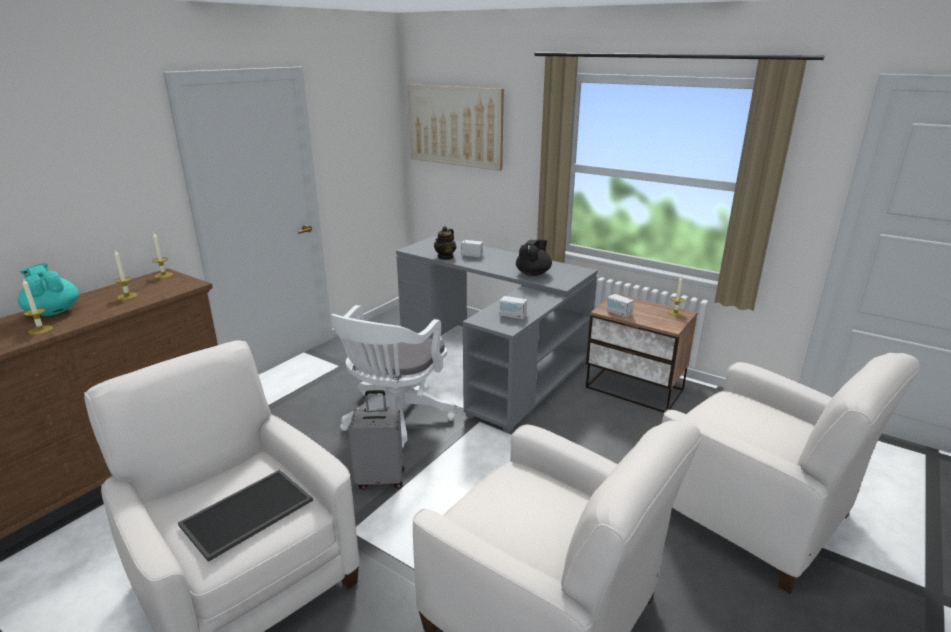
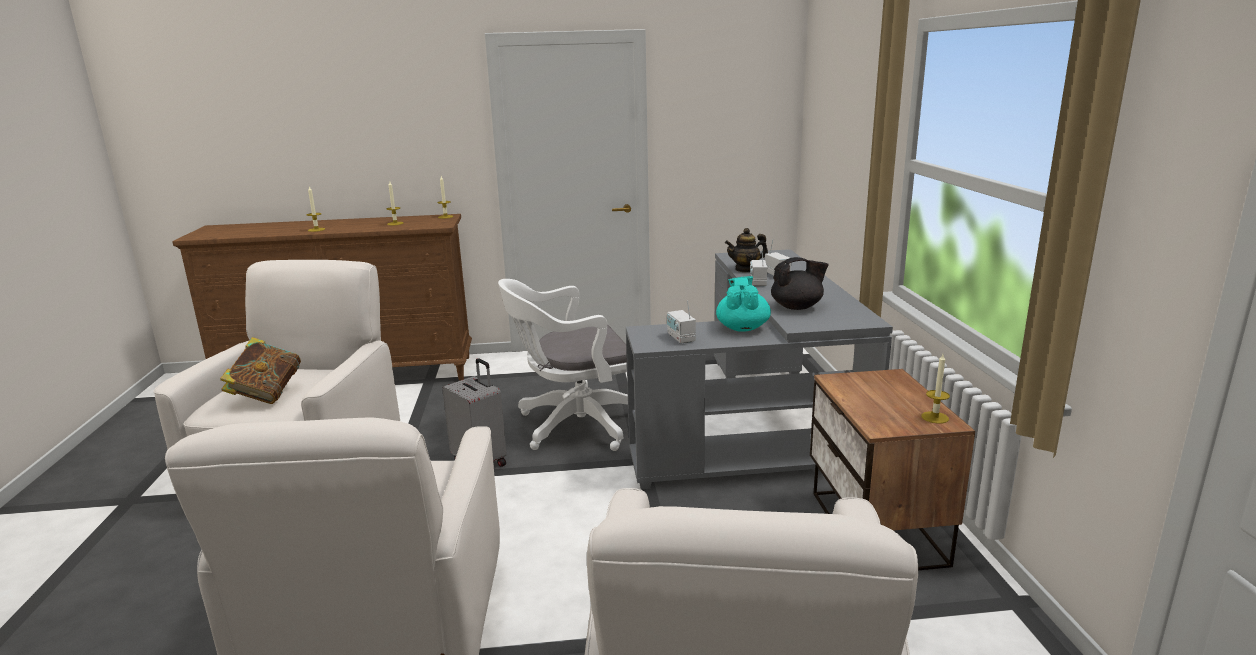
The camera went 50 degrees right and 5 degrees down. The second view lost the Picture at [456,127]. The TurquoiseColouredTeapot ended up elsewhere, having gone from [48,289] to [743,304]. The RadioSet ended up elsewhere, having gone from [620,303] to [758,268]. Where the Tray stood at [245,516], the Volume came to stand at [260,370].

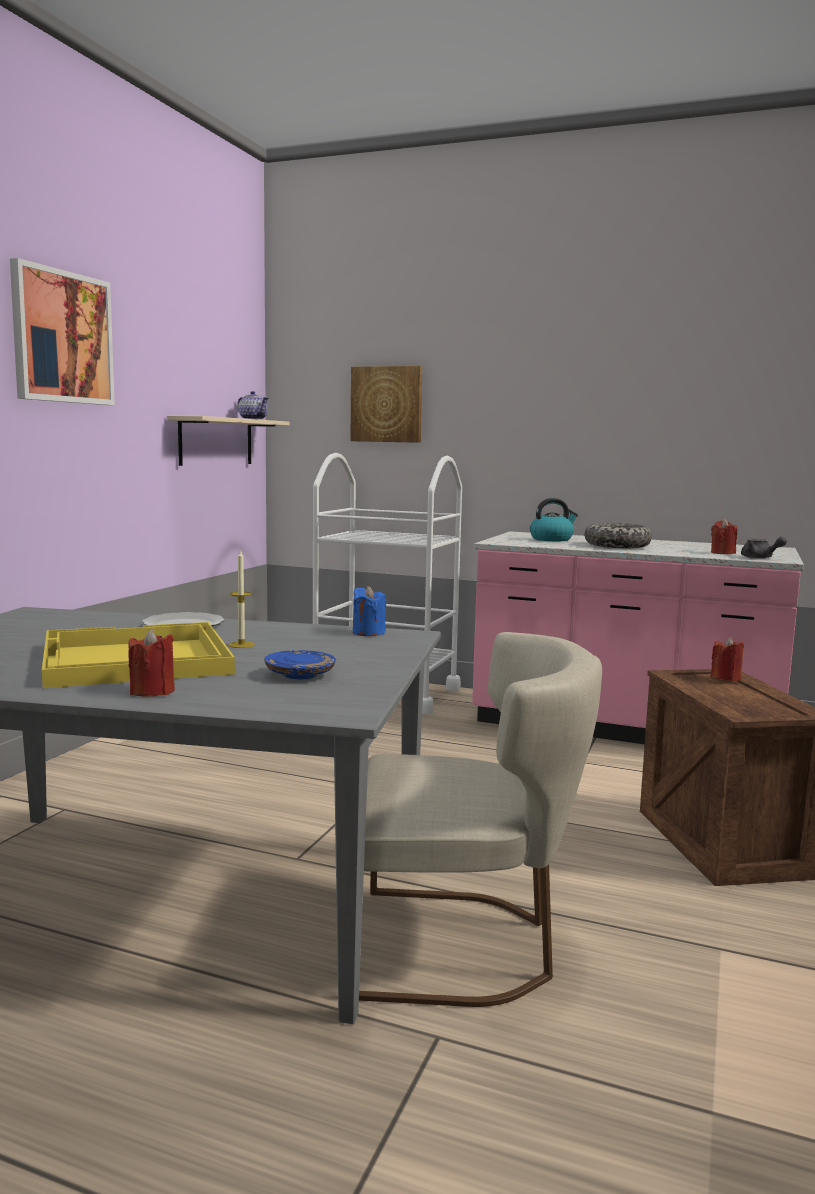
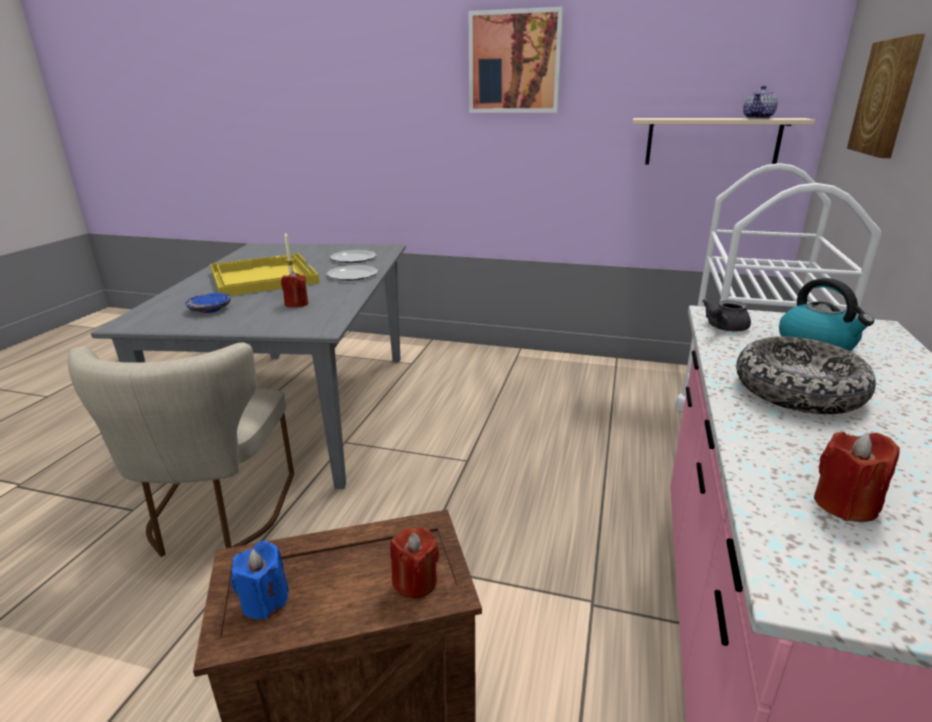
The camera went 85 degrees right and 15 degrees up. The GreyishTeapot ended up elsewhere, having gone from [764,548] to [726,315]. The BluishWaxLight ended up elsewhere, having gone from [369,611] to [260,580]. The ReddishWaxLight ended up elsewhere, having gone from [151,663] to [294,289]. The second view gained the Plate at [353,256].

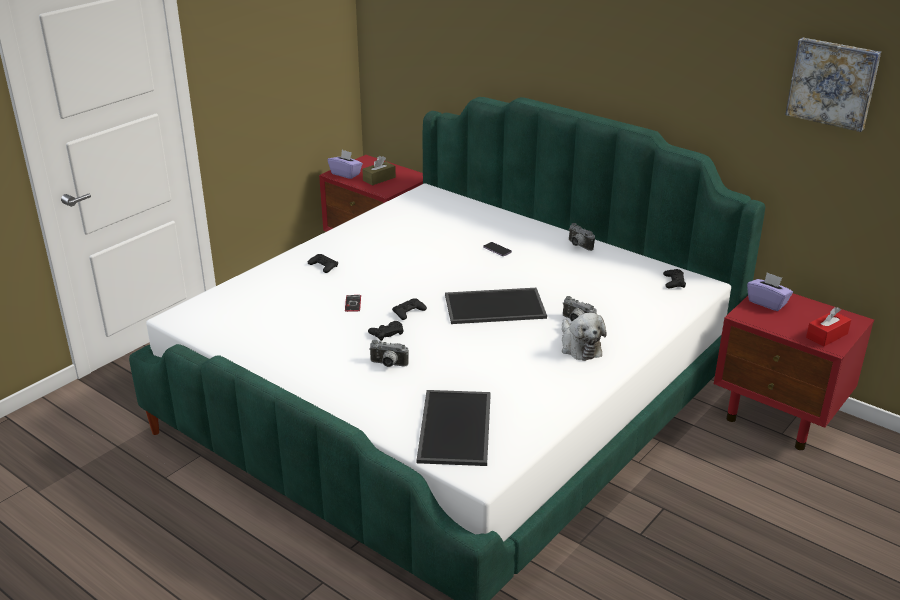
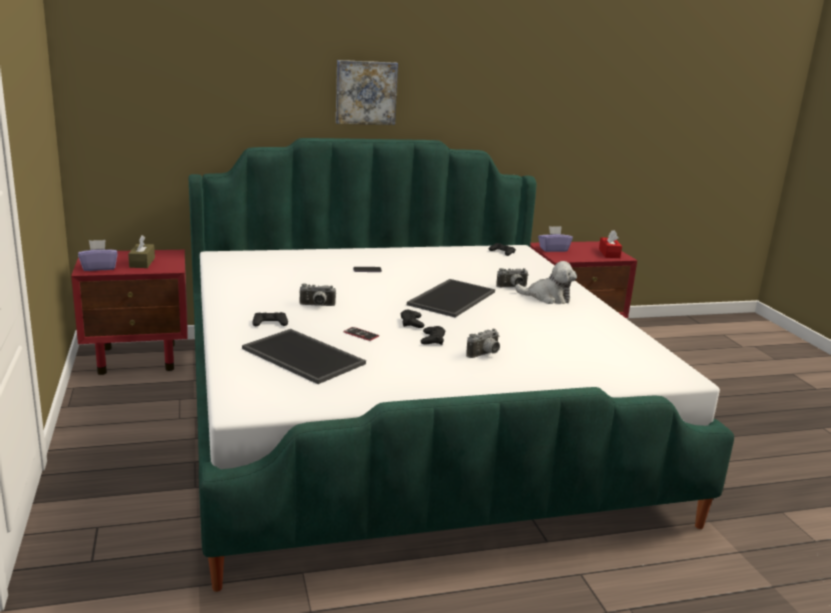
The camera went 55 degrees left and 10 degrees down. The Picture ended up elsewhere, having gone from [833,84] to [367,92]. The StillCamera ended up elsewhere, having gone from [582,237] to [317,295]. The Tray ended up elsewhere, having gone from [454,428] to [304,356].

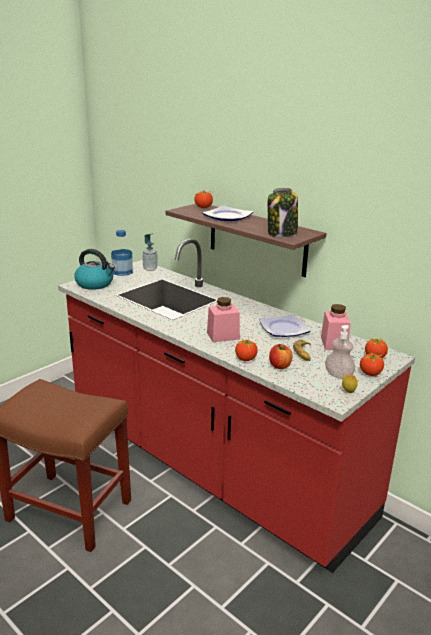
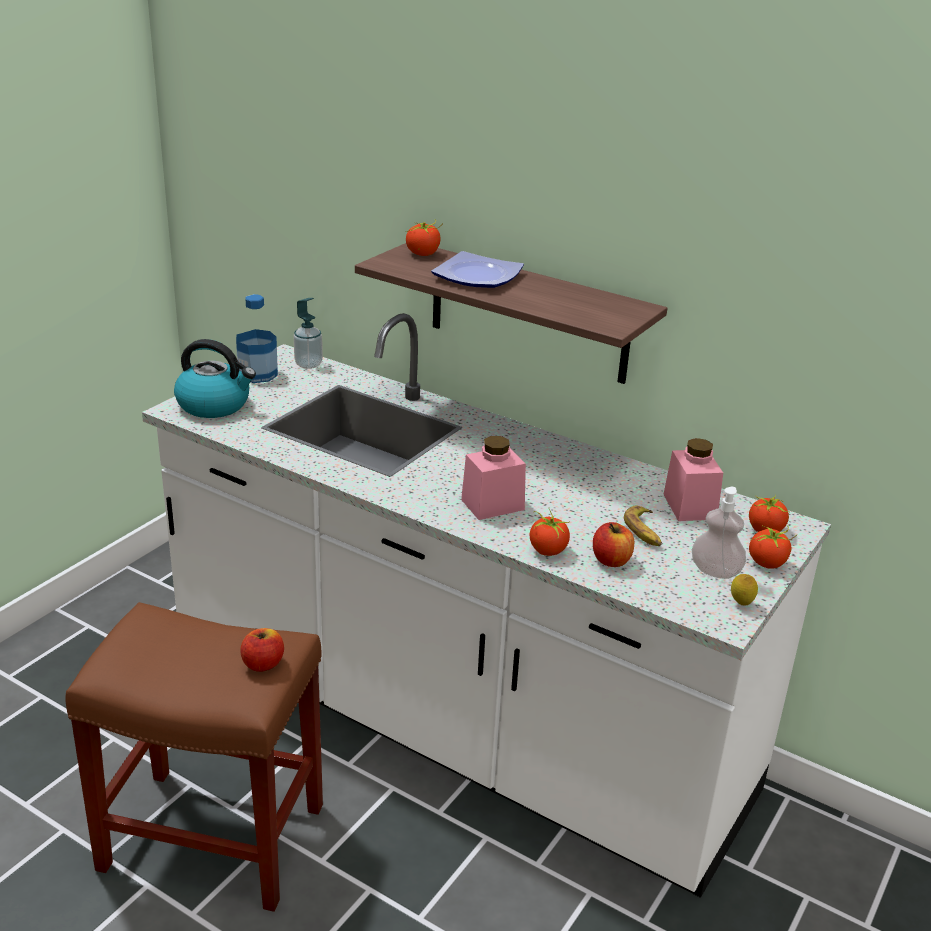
The camera went 10 degrees left and 5 degrees up. The second view lost the PreserveJar at [283,212]. What was the ReddishKitchenCounter at [236,406] turned into the WhiteKitchenCounter at [486,605]. The second view lost the Plate at [285,325]. The second view gained the AppleFruit at [262,650].

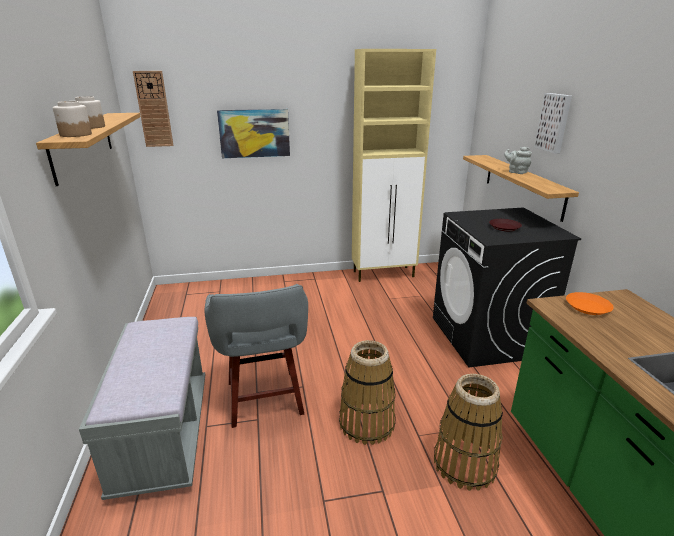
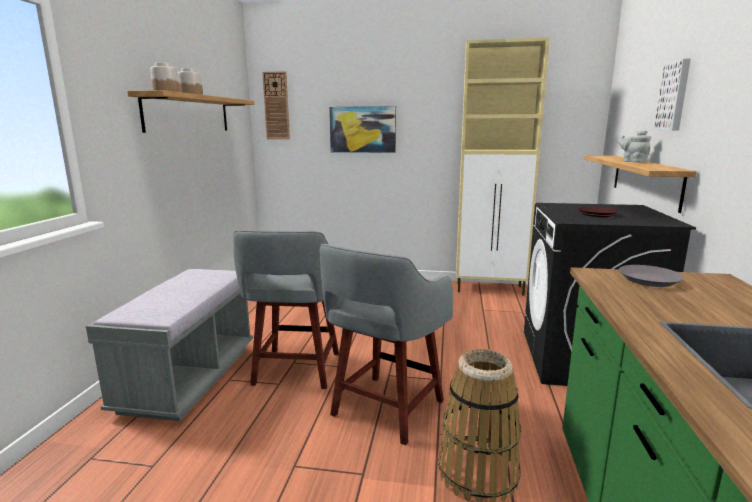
The camera went 20 degrees right and 10 degrees down. What was the OrangeyPlate at [590,303] turned into the GreyishPlate at [651,276]. Where the StorageBasket stood at [367,392], the GreyishStool came to stand at [386,344].

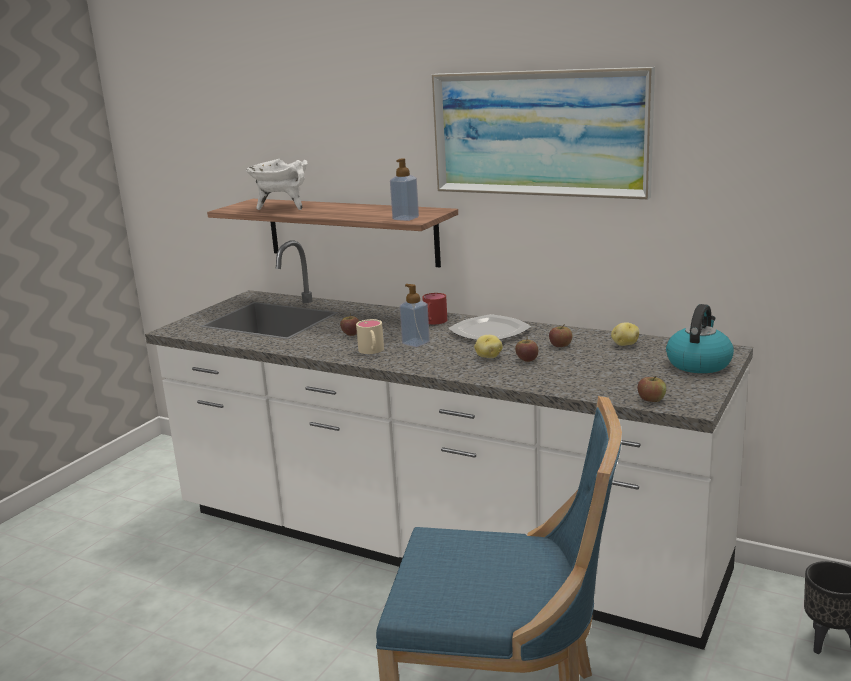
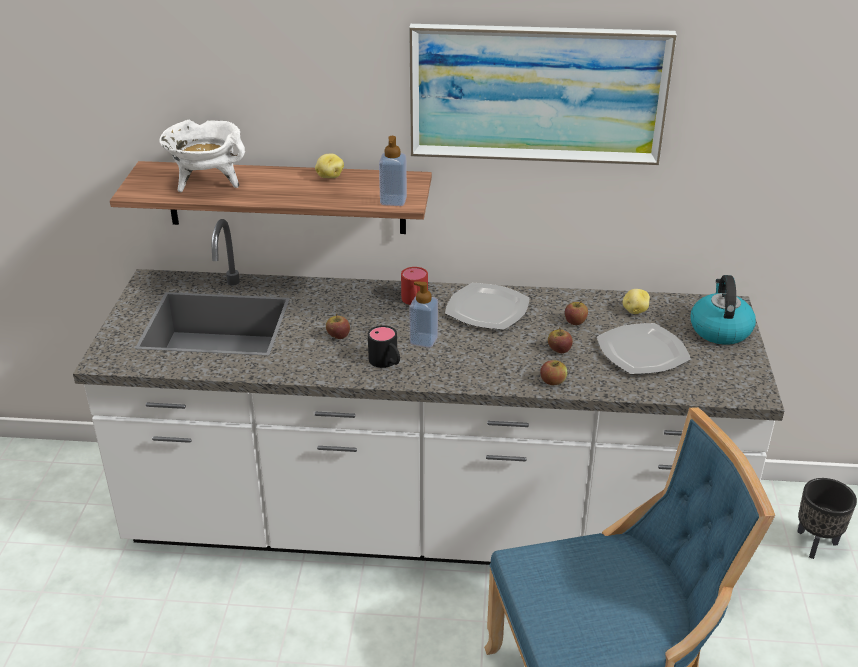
The camera went 25 degrees left and 15 degrees up. What was the BeigeCoffeeMug at [370,336] turned into the BlackCoffeeMug at [384,346]. The Spud ended up elsewhere, having gone from [488,346] to [329,166]. The AppleFruit ended up elsewhere, having gone from [651,389] to [553,372]. The second view gained the Plate at [644,348].

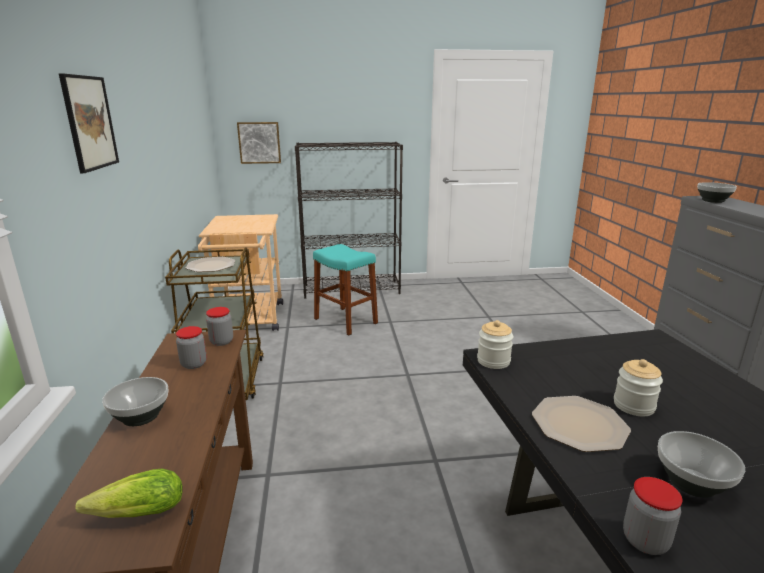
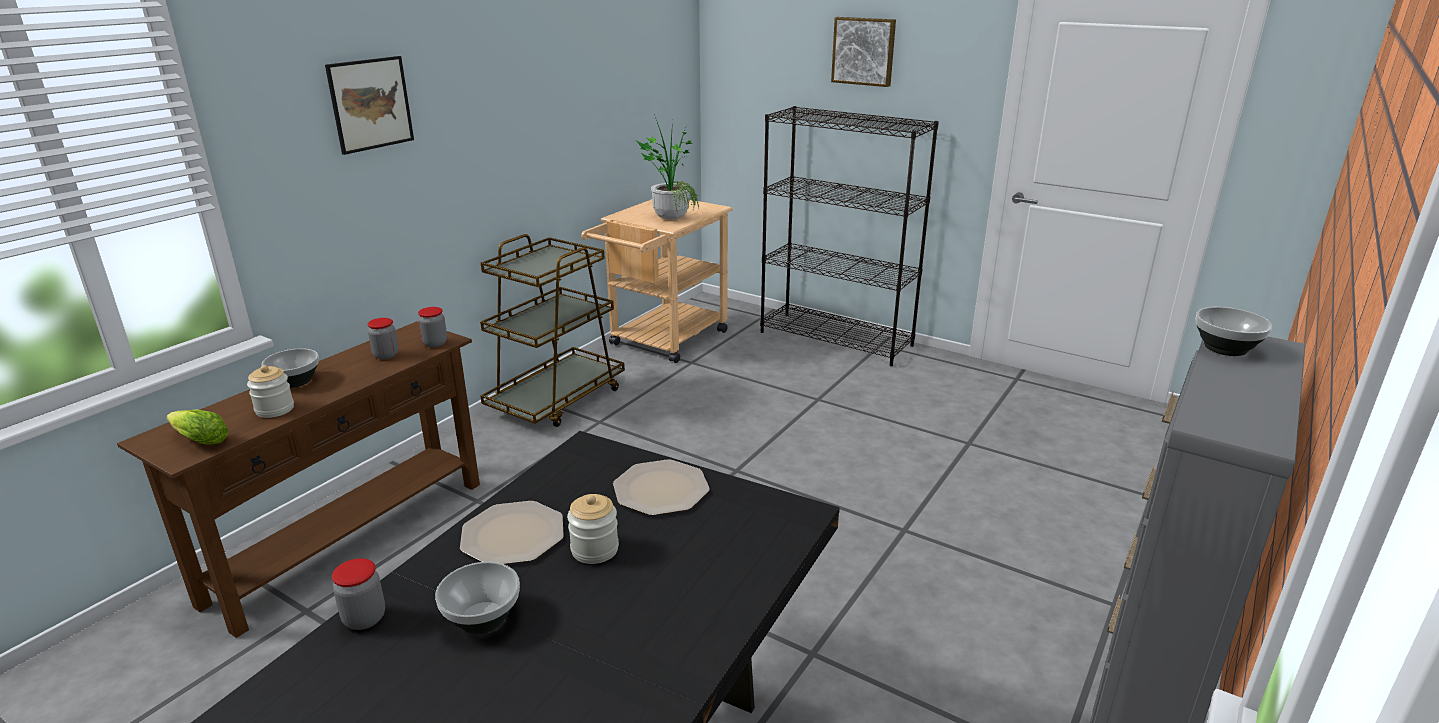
The camera went 40 degrees right and 5 degrees up. The Picture ended up elsewhere, having gone from [259,143] to [863,52]. The second view lost the TurquoiseColouredStool at [345,289]. The Plate ended up elsewhere, having gone from [210,264] to [661,487]. The PreserveJar ended up elsewhere, having gone from [495,344] to [270,391]. The second view gained the PlantInAPot at [668,167].

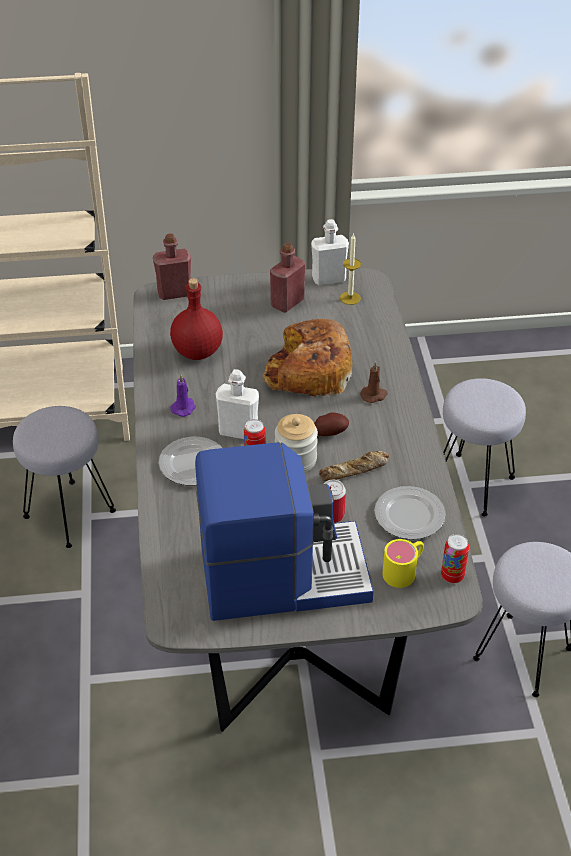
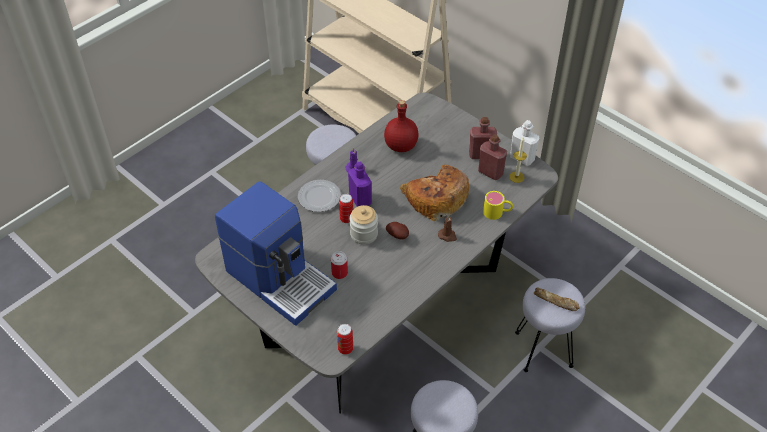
The camera went 50 degrees right and 5 degrees up. The ReddishBottle ended up elsewhere, having gone from [172,266] to [492,157]. What was the WhiteBottle at [237,404] turned into the PurplishBottle at [360,184]. The BakedBread ended up elsewhere, having gone from [354,466] to [557,299]. The second view lost the Plate at [410,513]. The YellowColouredCoffeeMug ended up elsewhere, having gone from [403,563] to [498,205].

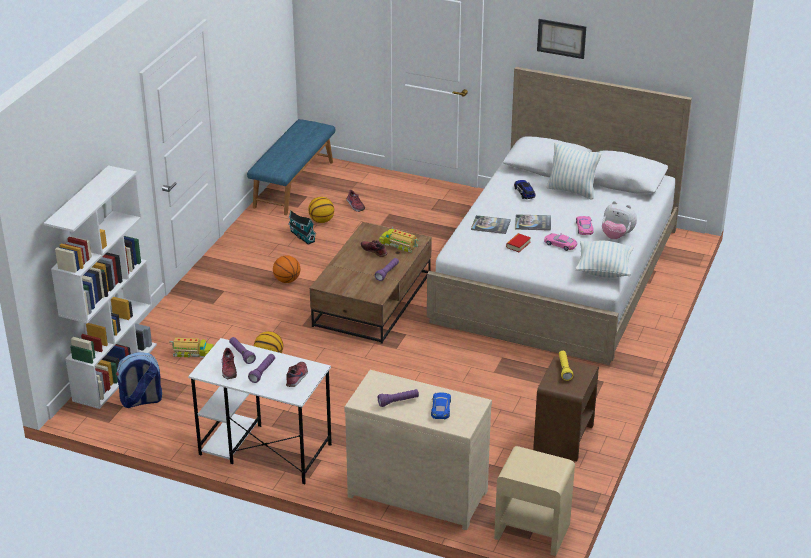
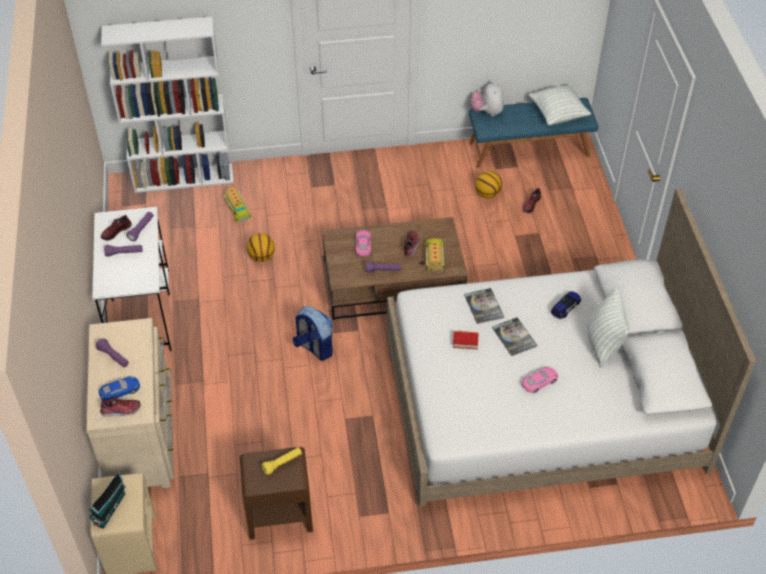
The camera went 60 degrees right and 15 degrees up. The second view lost the Picture at [561,39]. The CuddlyToy ended up elsewhere, having gone from [619,220] to [487,98]. The ModelHouse ended up elsewhere, having gone from [302,227] to [107,500]. The PinkMiniatureCar ended up elsewhere, having gone from [560,242] to [363,243]. The Cushion ended up elsewhere, having gone from [604,259] to [560,105]. The second view lost the BasketballBall at [286,269]. The Knapsack ended up elsewhere, having gone from [139,380] to [313,333]. The LowShoe ended up elsewhere, having gone from [297,374] to [120,406].

